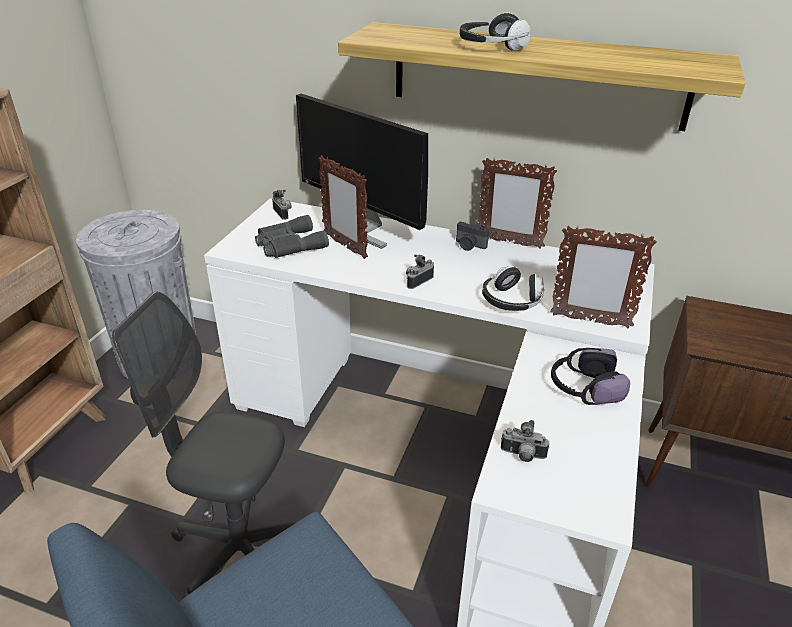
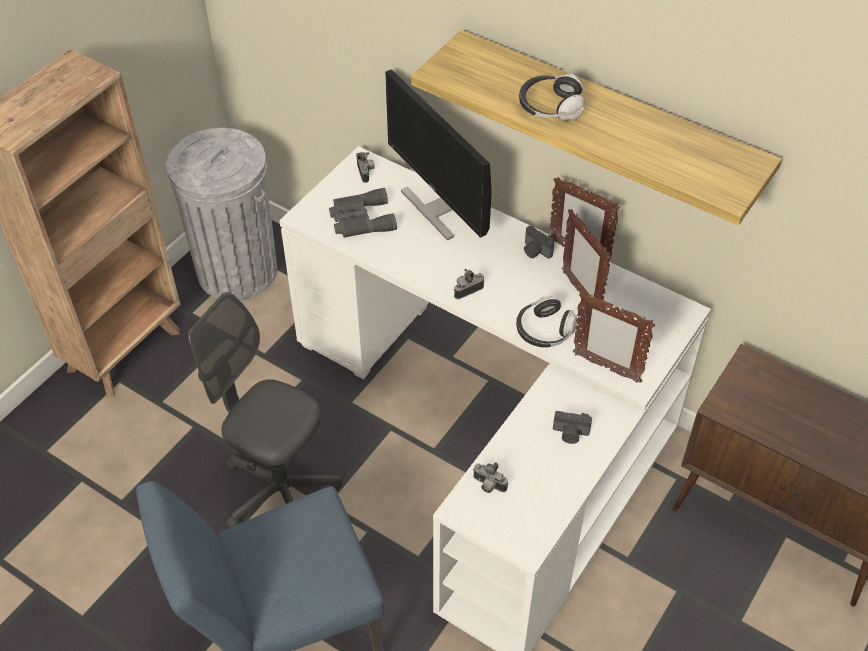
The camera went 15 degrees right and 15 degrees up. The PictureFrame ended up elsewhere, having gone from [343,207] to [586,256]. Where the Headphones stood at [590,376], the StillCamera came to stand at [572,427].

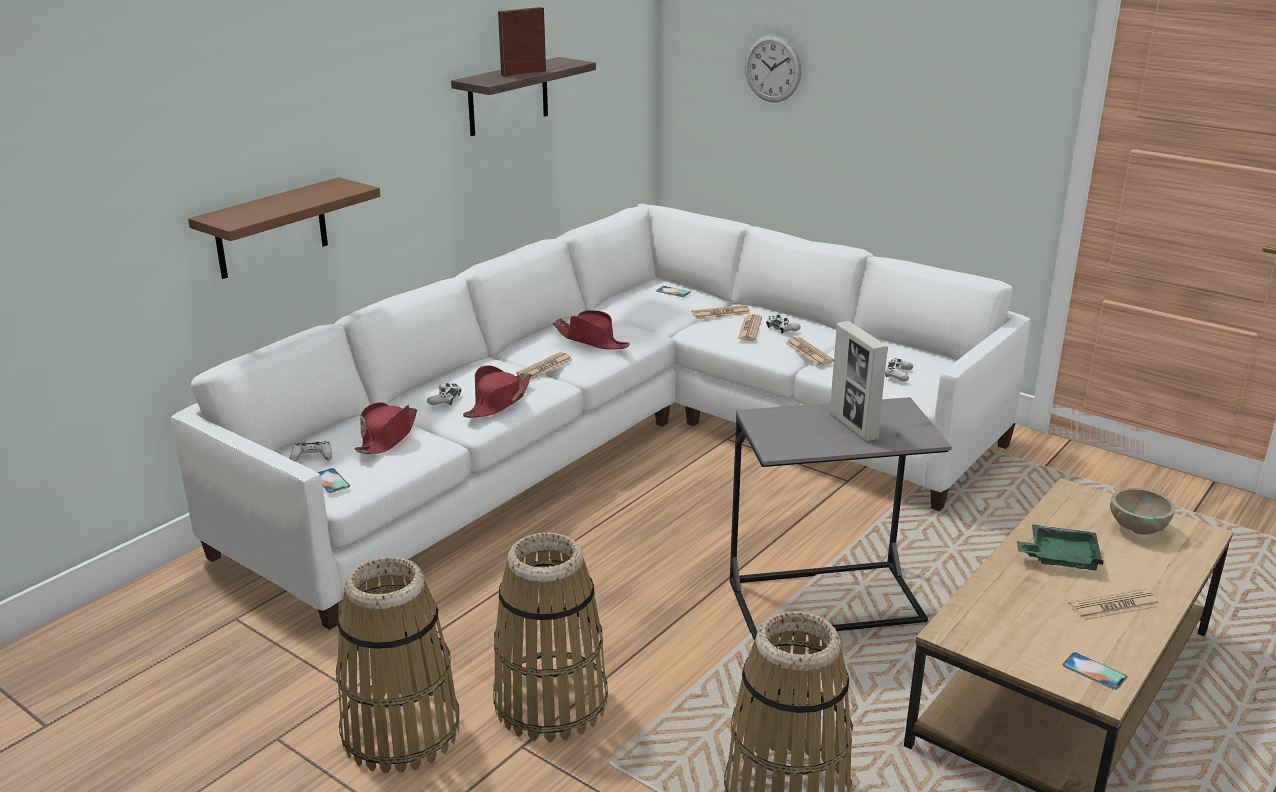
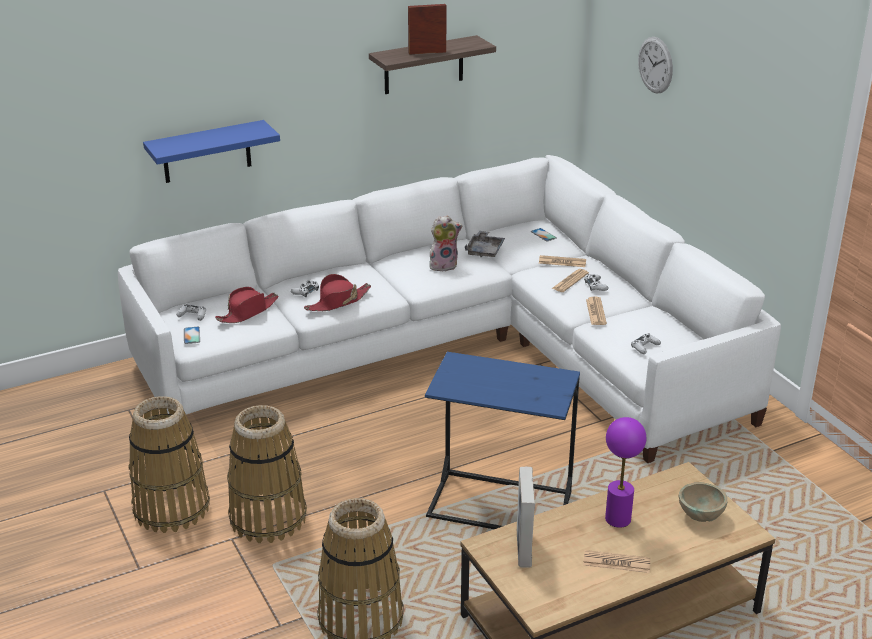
The camera went 25 degrees right and 5 degrees up. What was the BrownishShelf at [284,228] turned into the BluishShelf at [211,151]. Where the ReddishWearableHat stood at [591,330], the CuddlyToy came to stand at [445,243]. The PictureFrame ended up elsewhere, having gone from [859,381] to [526,517]. The second view lost the Newspaper at [544,366]. What was the GreyishEndTable at [841,518] turned into the BluishEndTable at [502,440]. Where the GreenTray stood at [1060,547], the PurplishTabletopLamp came to stand at [625,472]. The second view lost the Phone at [1094,671]. The second view gained the GreyishTray at [485,244].

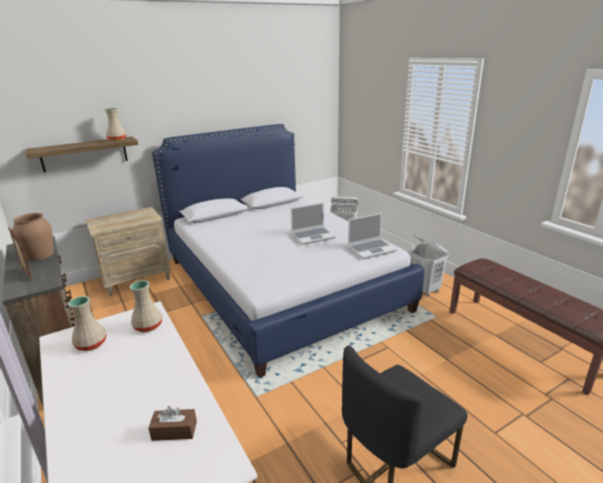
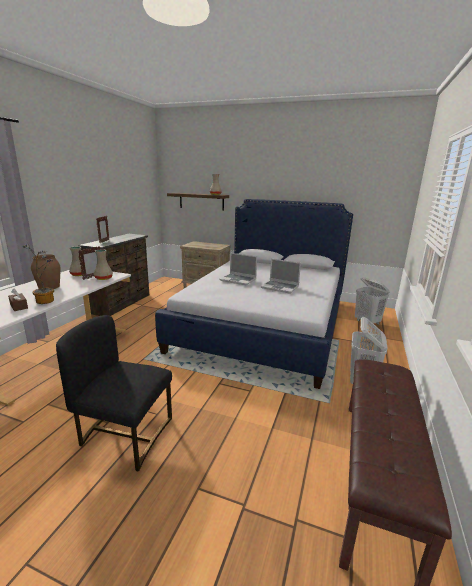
The camera went 50 degrees right and 5 degrees down. The BrownishDecorativeVase ended up elsewhere, having gone from [32,237] to [45,271]. The NotebookComputer ended up elsewhere, having gone from [372,236] to [238,269]. The second view gained the PlantInAPot at [38,274]. The second view gained the PictureFrame at [89,263].

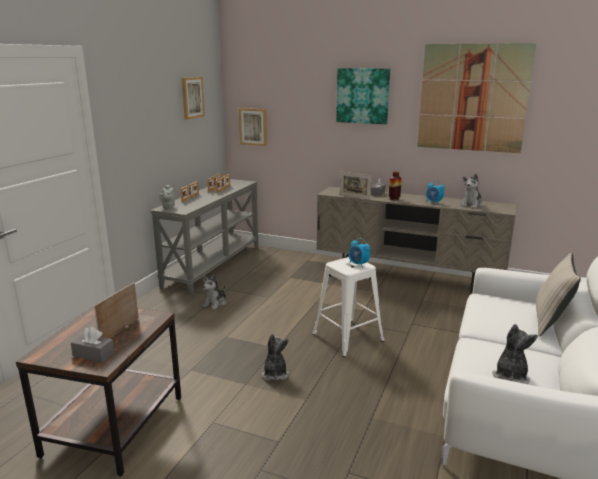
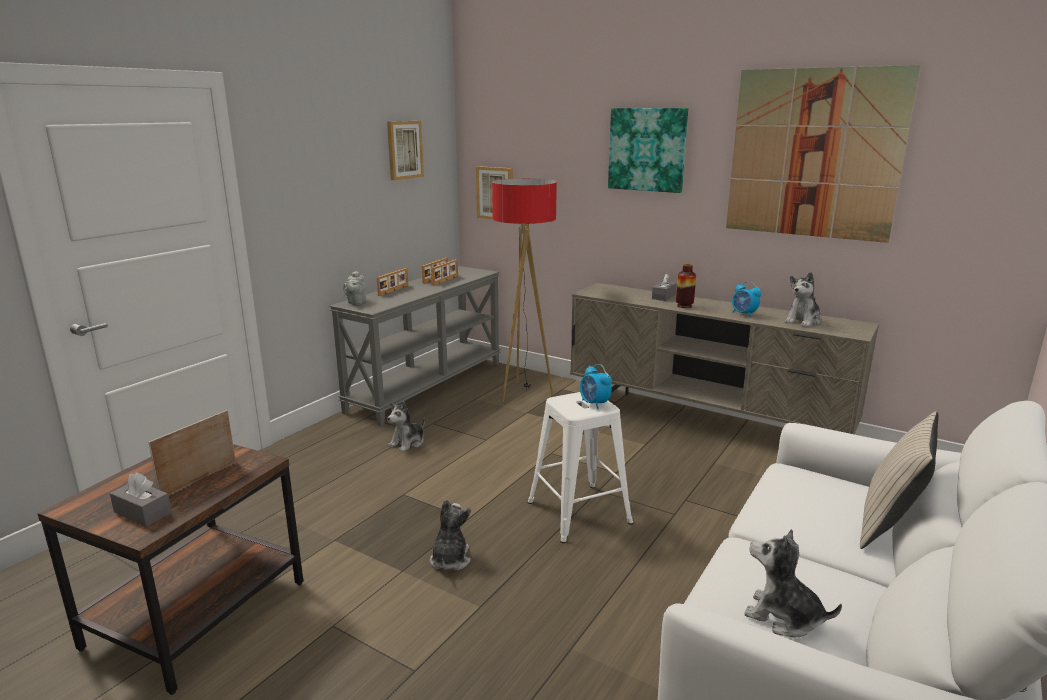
The camera went 10 degrees right and 0 degrees up. The second view lost the PictureFrame at [355,185]. The CuddlyToy at [515,354] ended up facing another way, 90 degrees counterclockwise from before. The second view gained the FloorLamp at [524,290].

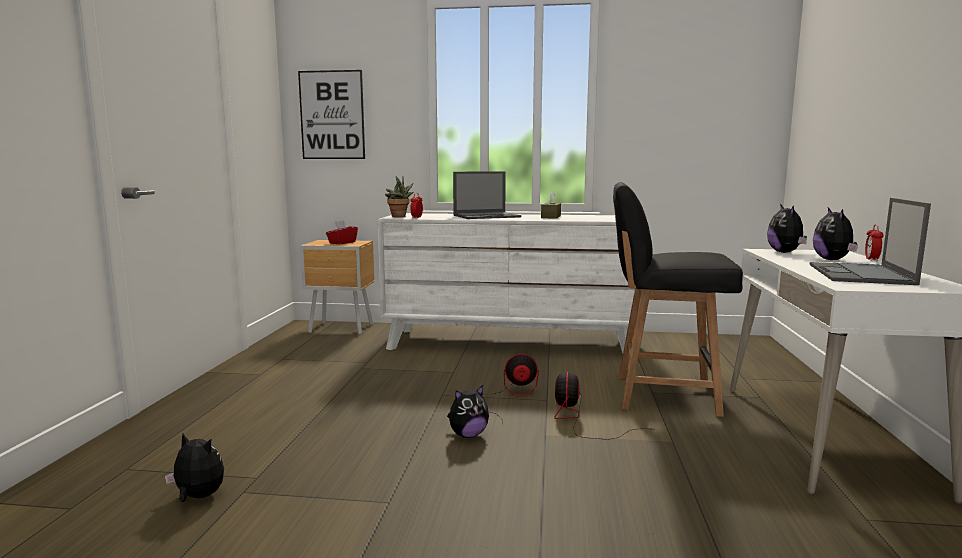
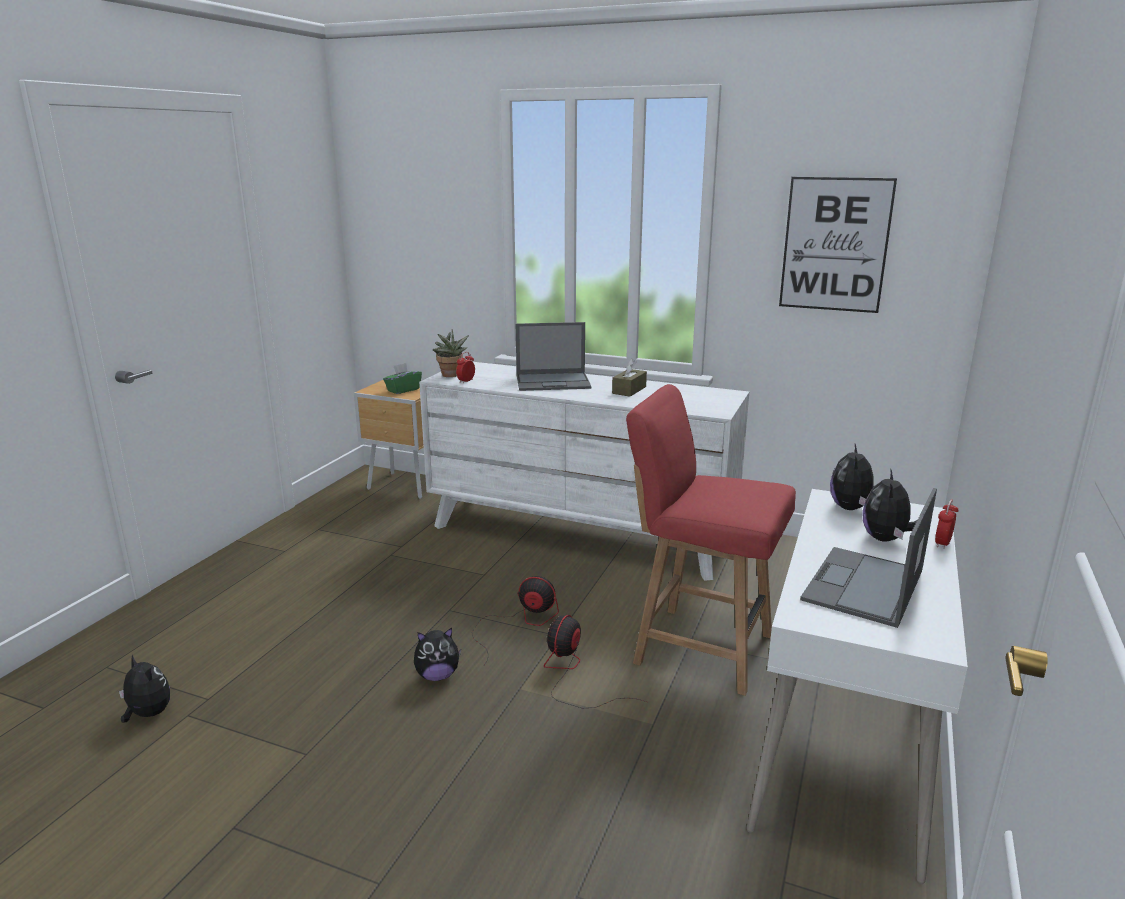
The camera went 15 degrees right and 10 degrees up. The Picture ended up elsewhere, having gone from [331,114] to [838,245]. What was the BlackUprightChair at [678,299] turned into the ReddishUprightChair at [711,540]. What was the ReddishBoxOfTissues at [342,232] turned into the GreenBoxOfTissues at [402,378].

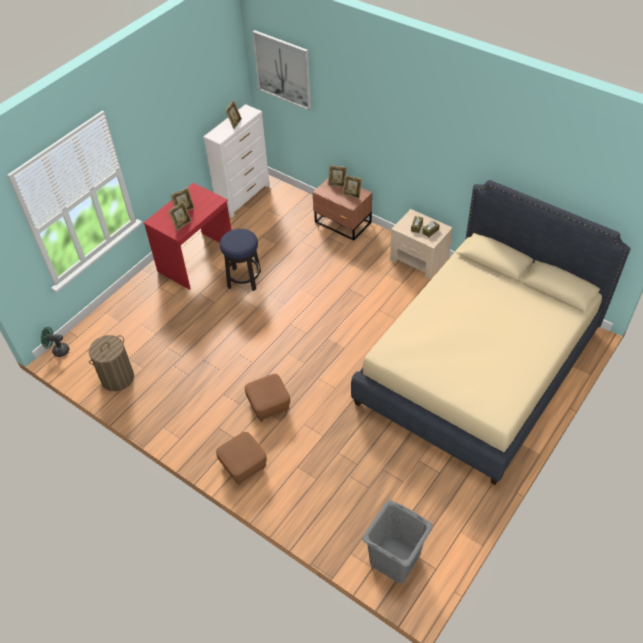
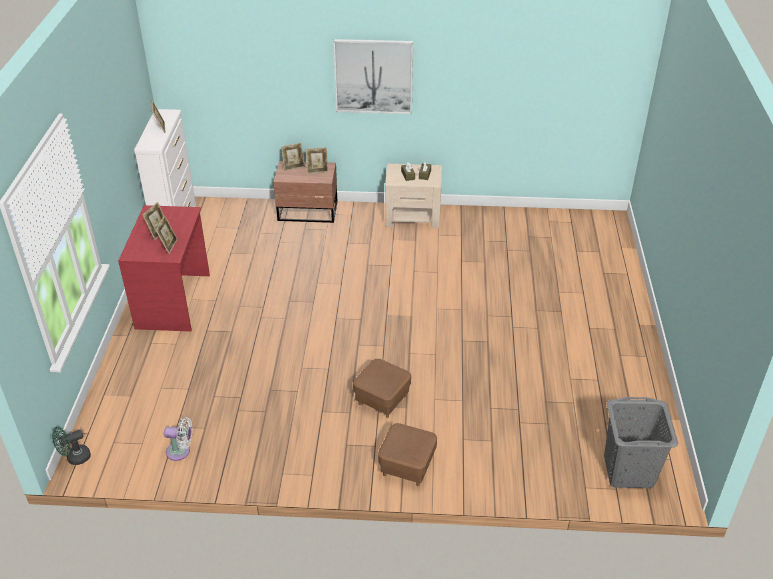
The camera went 35 degrees left and 10 degrees down. The Picture ended up elsewhere, having gone from [281,70] to [373,76]. The second view lost the BeigeBed at [491,332]. The second view lost the Stool at [240,260]. Where the LaundryBasket stood at [111,363], the WhiteCoolingFan came to stand at [178,439].

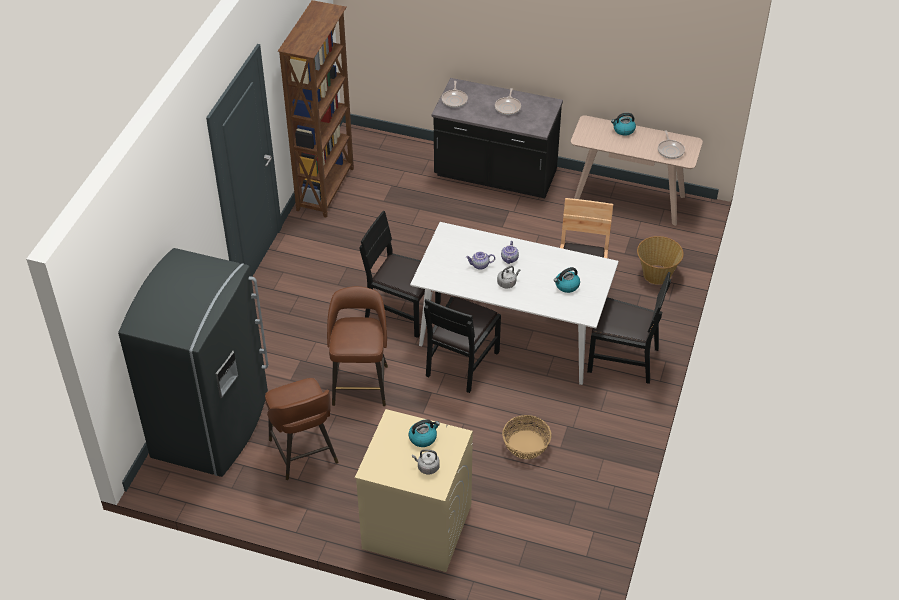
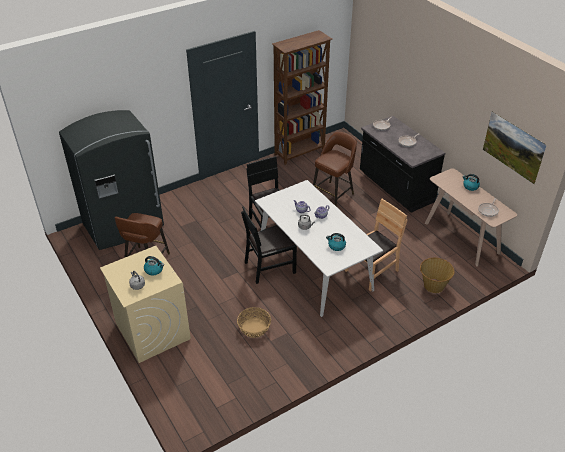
The camera went 40 degrees right and 5 degrees down. The second view lost the BlackUprightChair at [629,328]. The BrownishStool ended up elsewhere, having gone from [357,346] to [335,169]. The second view gained the Picture at [515,148].

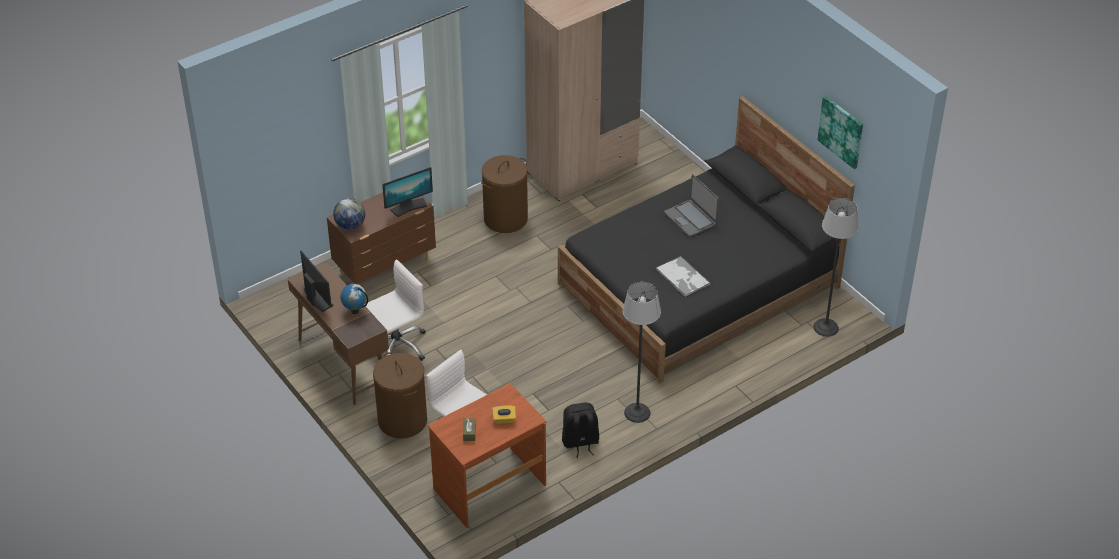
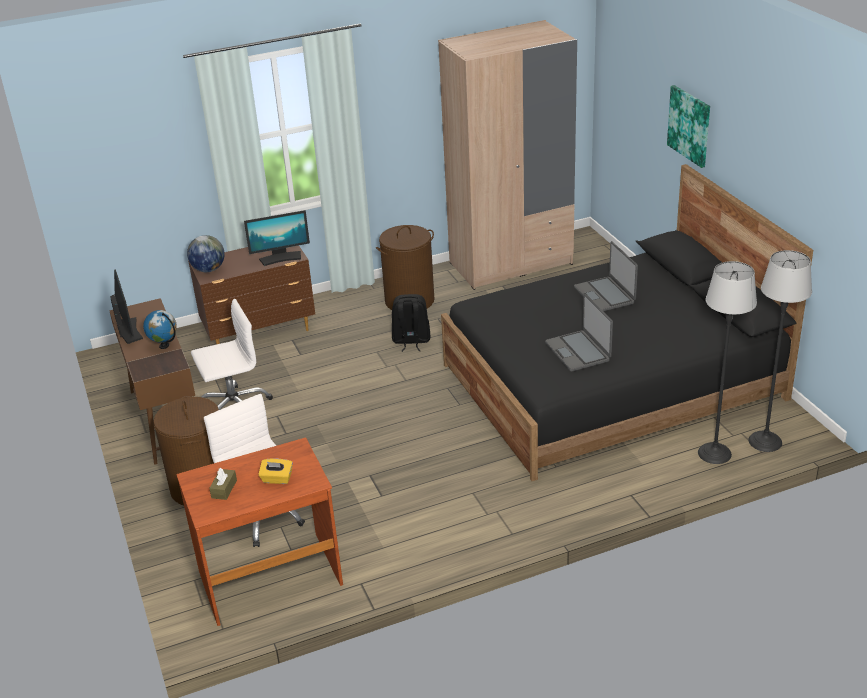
The camera went 15 degrees right and 10 degrees down. The Picture ended up elsewhere, having gone from [840,132] to [688,126]. Where the Tray stood at [683,276], the NotebookComputer came to stand at [579,333]. The FloorLamp ended up elsewhere, having gone from [641,352] to [727,362]. The BlackKnapsack ended up elsewhere, having gone from [580,430] to [411,323].

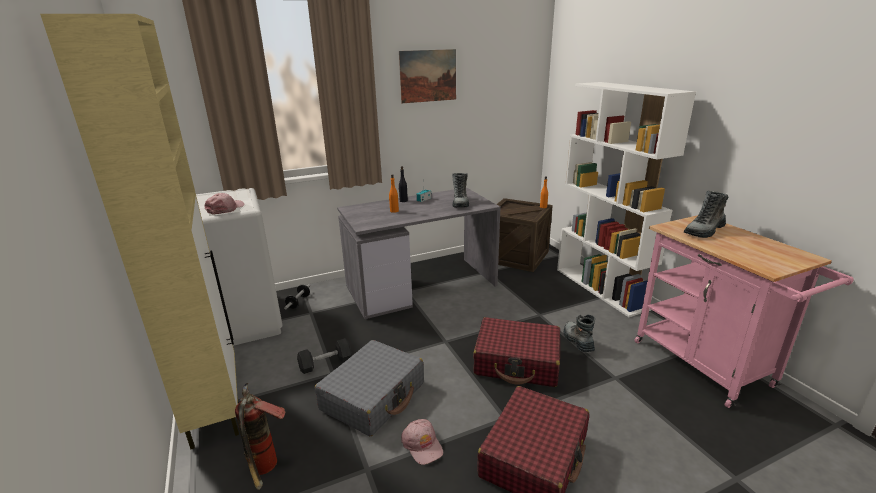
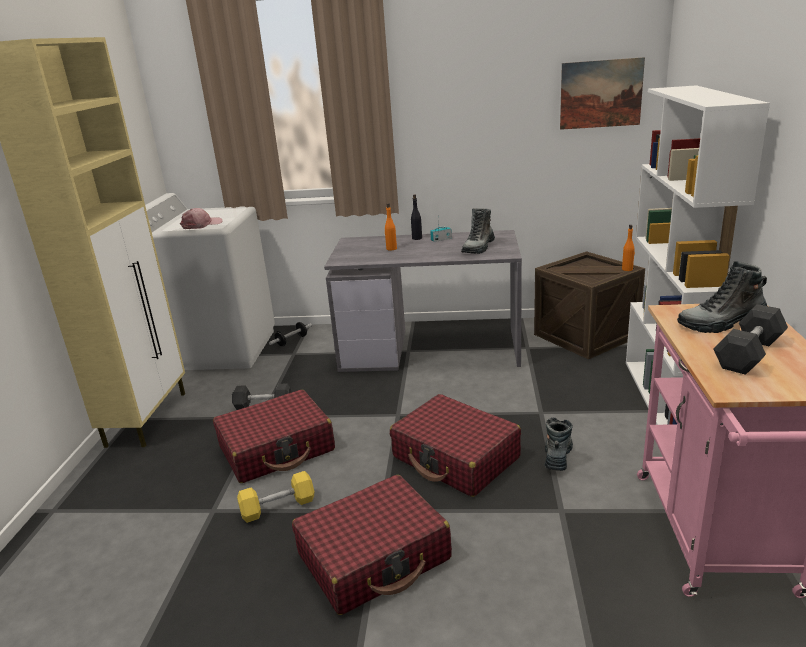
The camera went 30 degrees right and 0 degrees up. The Picture ended up elsewhere, having gone from [427,76] to [602,93]. What was the GreyishTravelCase at [369,388] turned into the ReddishTravelCase at [274,436]. The second view lost the FireExtinguisher at [260,436]. Where the PinkCap stood at [422,442], the YellowColouredDumbbell came to stand at [275,497]. The second view gained the GreyishDumbbell at [751,339].

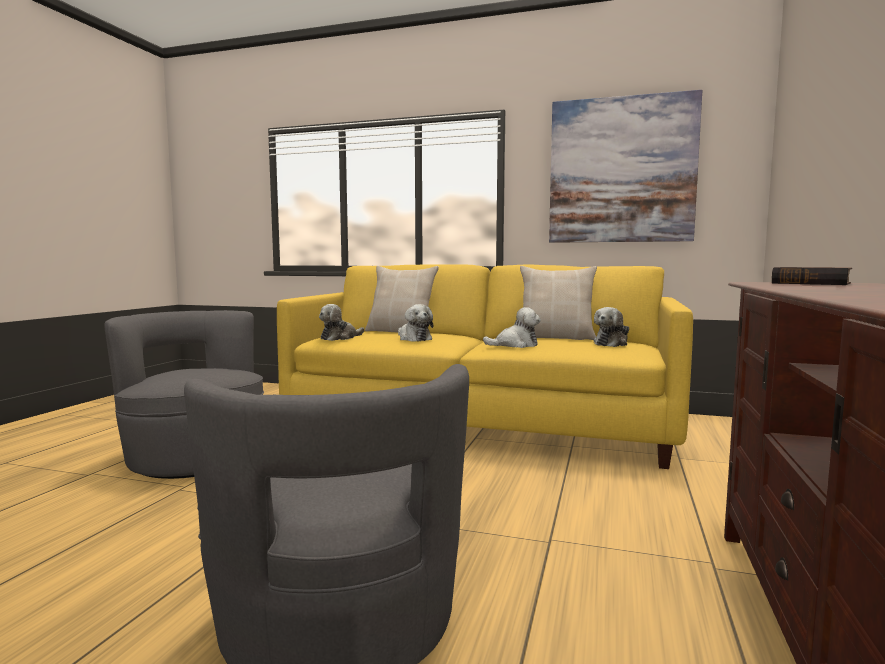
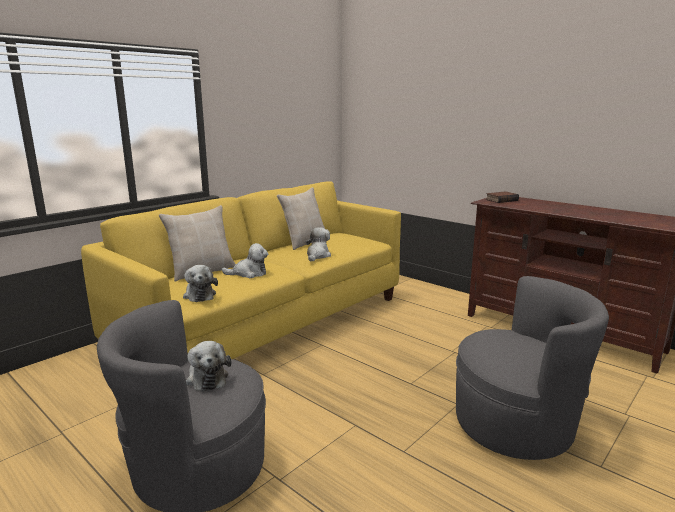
The camera went 65 degrees left and 10 degrees up. The second view lost the Picture at [625,166]. The CuddlyToy ended up elsewhere, having gone from [611,327] to [208,366].

